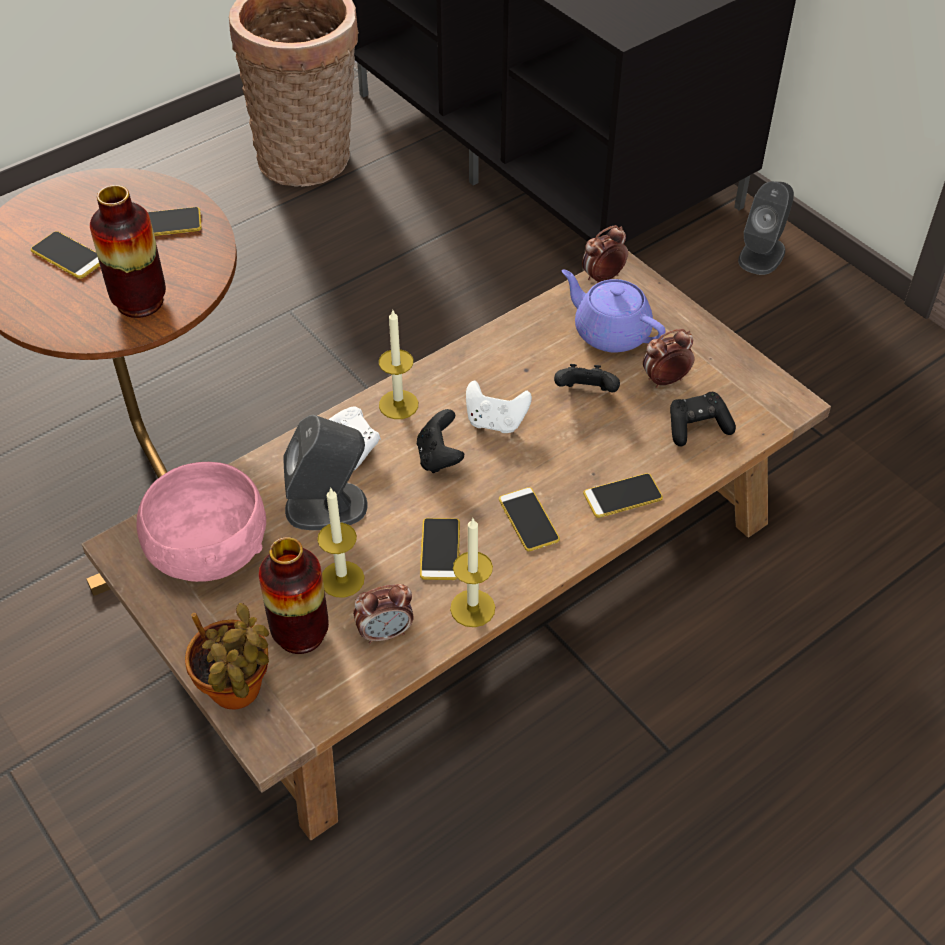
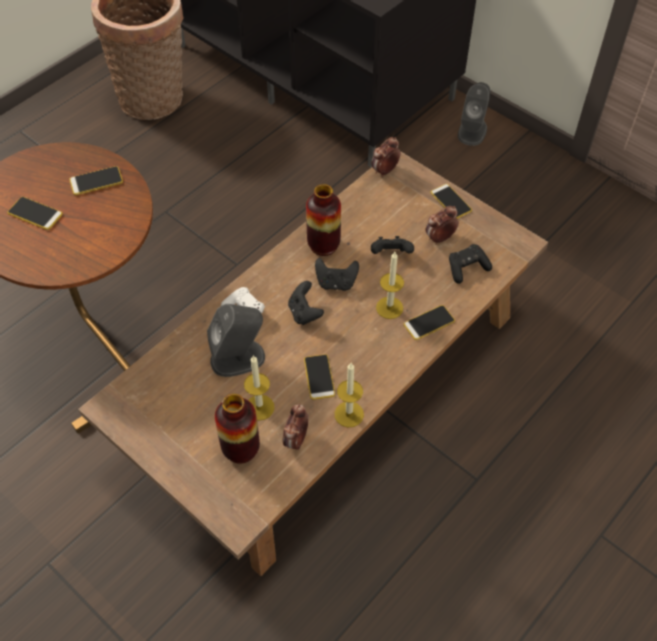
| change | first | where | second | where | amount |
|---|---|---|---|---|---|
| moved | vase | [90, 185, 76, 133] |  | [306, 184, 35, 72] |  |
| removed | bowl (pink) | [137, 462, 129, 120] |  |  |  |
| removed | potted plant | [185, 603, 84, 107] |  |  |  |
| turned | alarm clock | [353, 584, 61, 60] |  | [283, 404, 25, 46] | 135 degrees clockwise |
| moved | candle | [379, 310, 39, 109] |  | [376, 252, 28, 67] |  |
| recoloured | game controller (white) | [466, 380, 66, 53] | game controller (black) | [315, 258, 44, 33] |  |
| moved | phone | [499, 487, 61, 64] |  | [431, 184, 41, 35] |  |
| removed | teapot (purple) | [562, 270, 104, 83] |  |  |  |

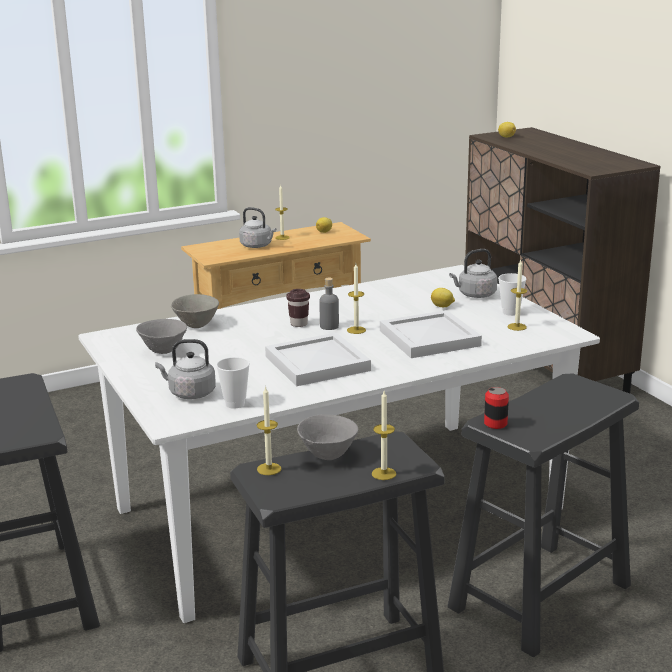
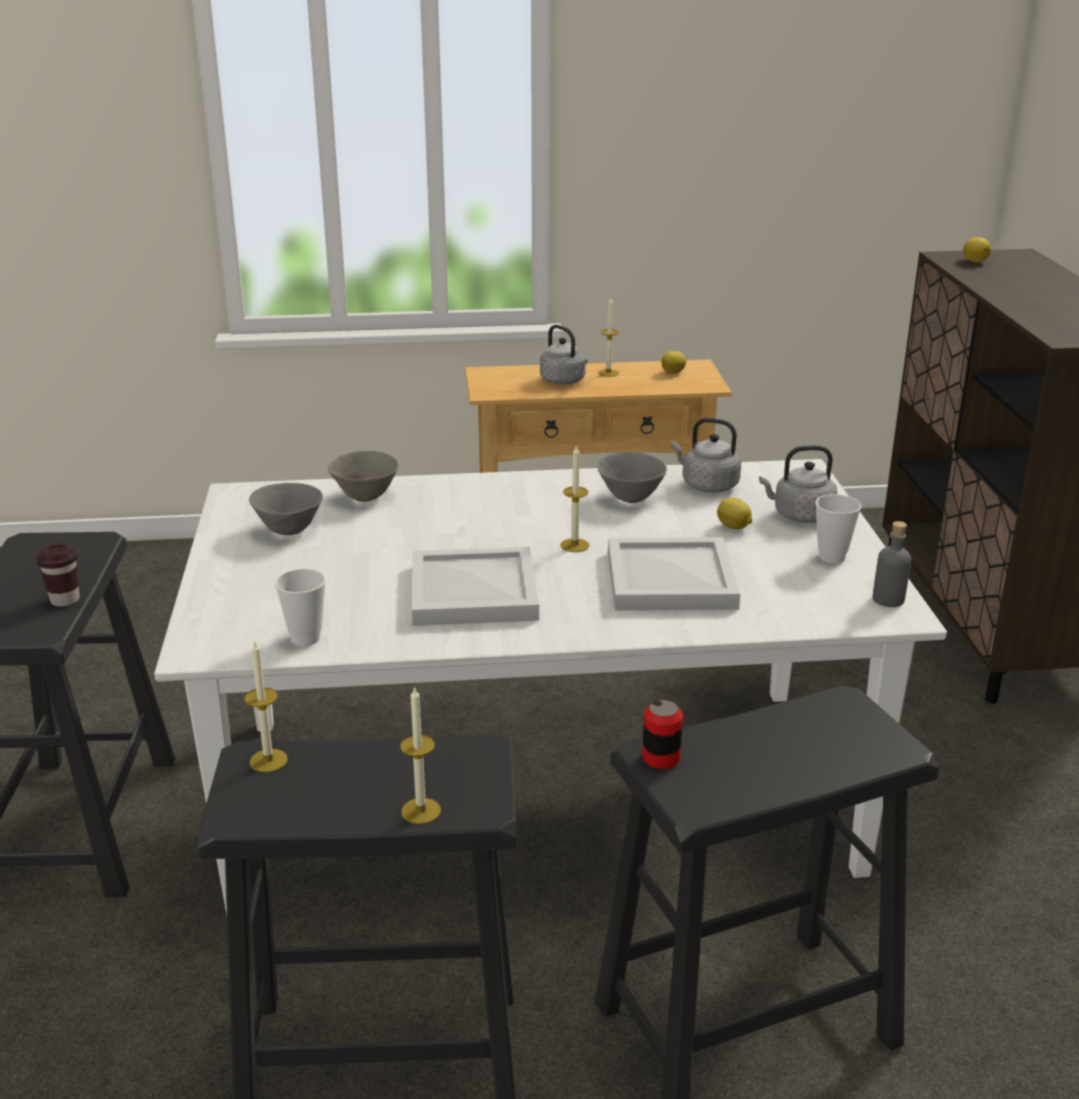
| change | first | where | second | where | amount |
|---|---|---|---|---|---|
| moved | kettle (grey) | [155, 339, 61, 60] |  | [671, 418, 70, 75] |  |
| moved | cup (brown) | [286, 289, 24, 38] |  | [36, 543, 44, 64] |  |
| moved | bowl (grey) | [297, 414, 61, 46] |  | [598, 452, 69, 51] |  |
| moved | bottle (grey) | [320, 278, 19, 52] |  | [873, 521, 38, 86] |  |
| removed | candle | [507, 259, 20, 72] |  |  |  |

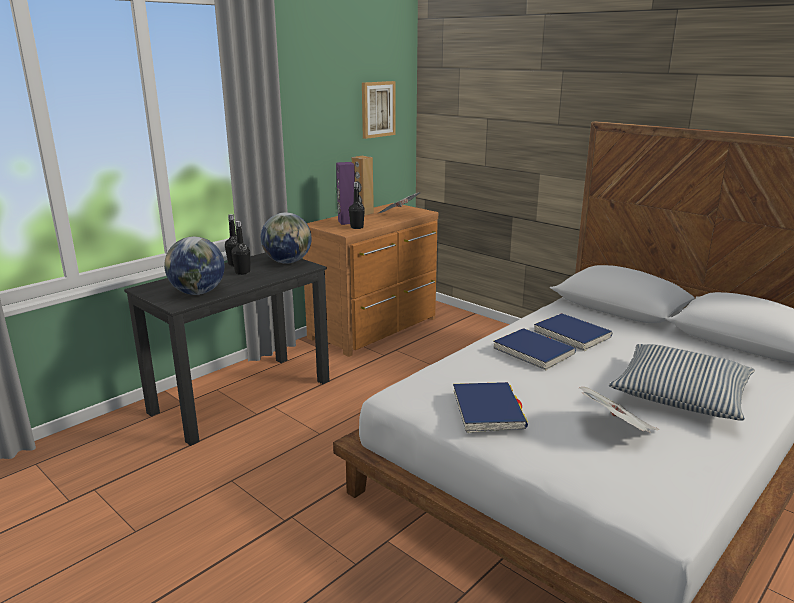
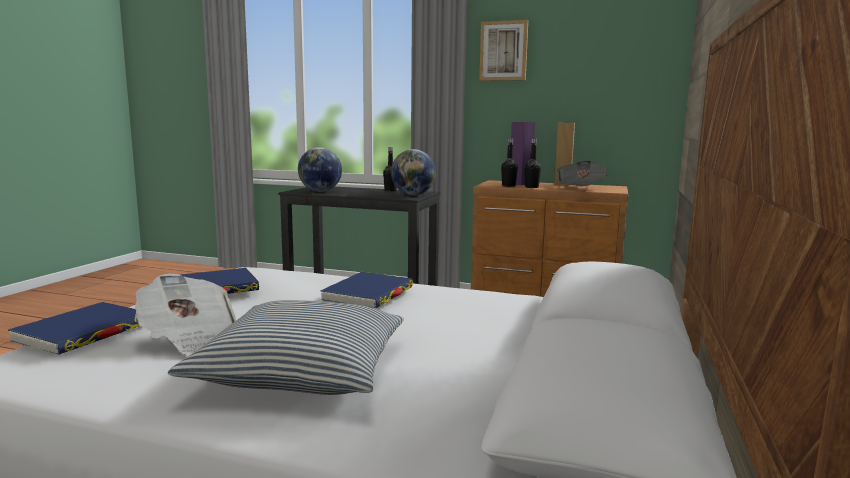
| change | first | where | second | where | amount |
|---|---|---|---|---|---|
| moved | bottle (black) | [231, 221, 19, 54] |  | [524, 139, 17, 49] |  |
| moved | picture | [362, 81, 34, 58] |  | [479, 20, 49, 61] |  |
| moved | book (blue) | [534, 313, 78, 38] |  | [8, 302, 132, 53] |  |

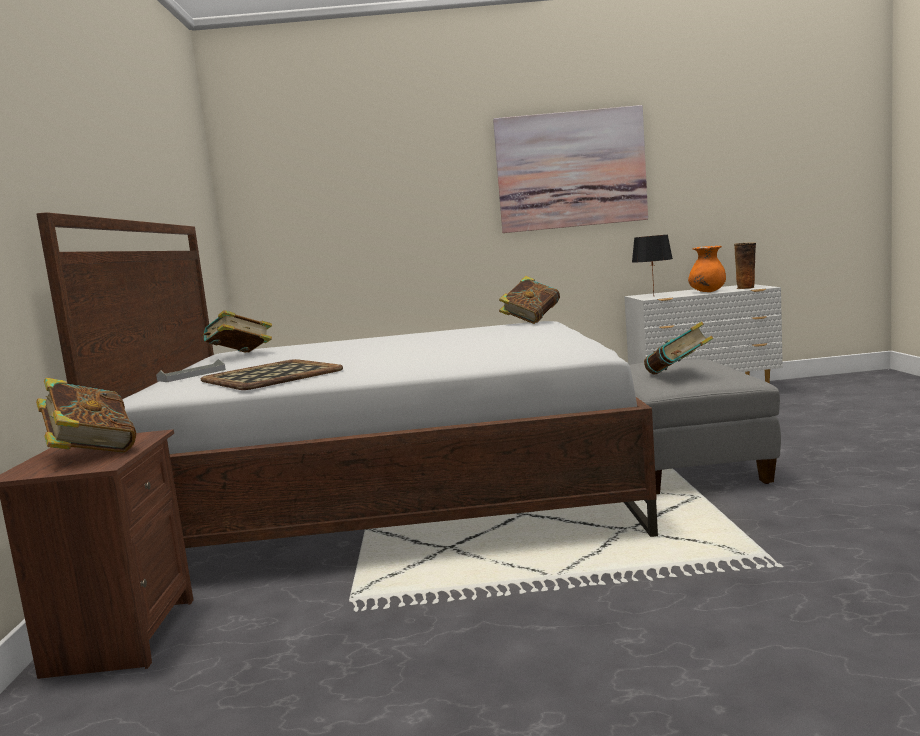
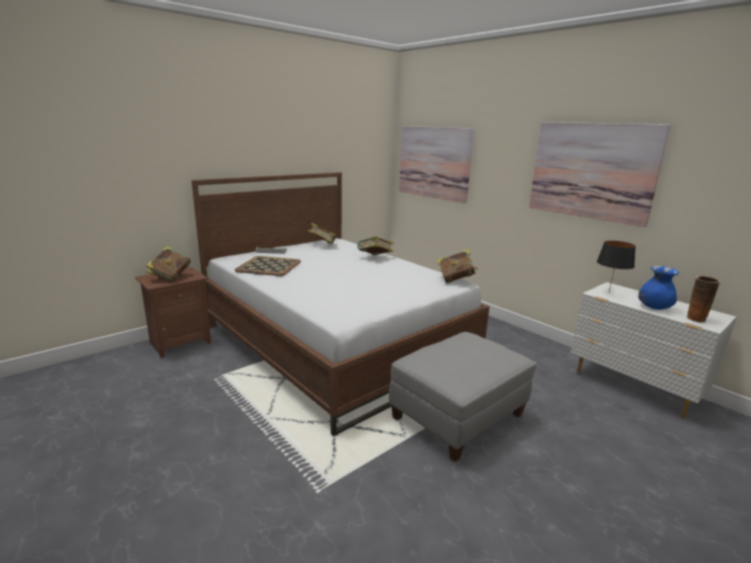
| change | first | where | second | where | amount |
|---|---|---|---|---|---|
| moved | book | [644, 321, 69, 53] |  | [357, 236, 37, 19] |  |
| recoloured | vase (orange) | [688, 246, 38, 46] | vase (blue) | [638, 266, 41, 44] |  |
| added |  |  | picture | [399, 126, 75, 78] |  |

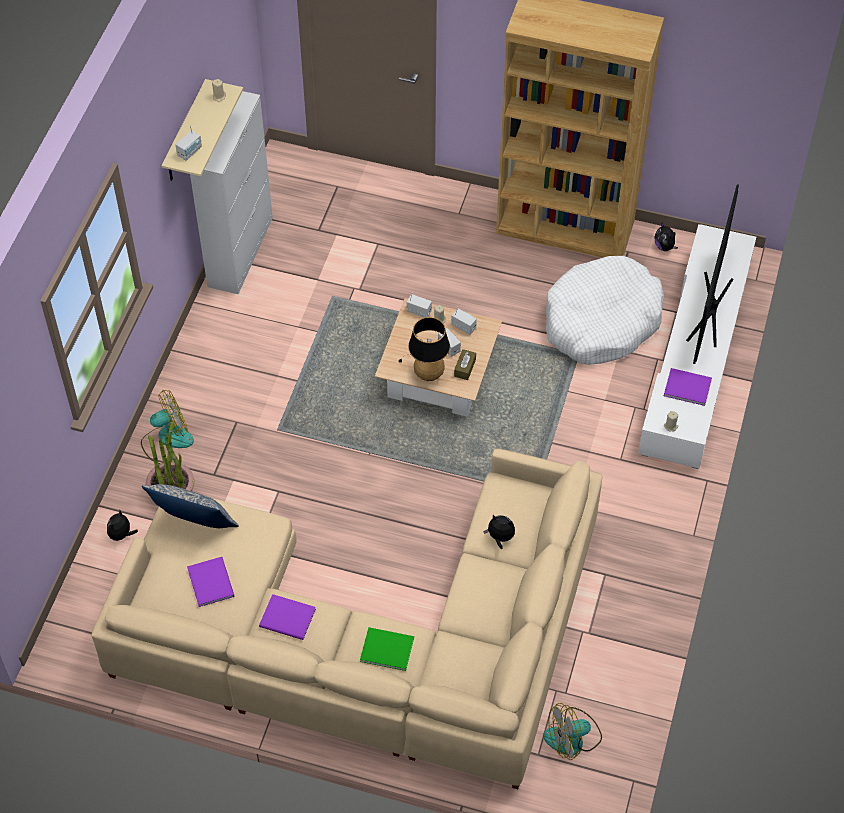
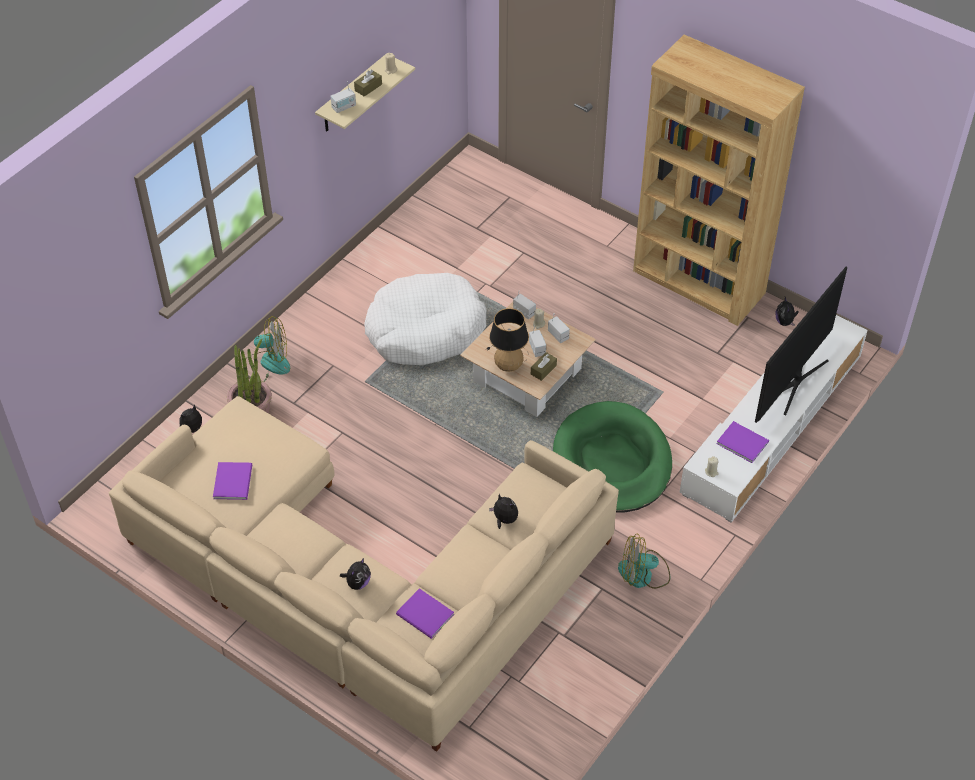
| change | first | where | second | where | amount |
|---|---|---|---|---|---|
| removed | pillow | [142, 484, 97, 44] |  |  |  |
| removed | cabinet (white) | [190, 91, 83, 203] |  |  |  |
| moved | book (purple) | [259, 594, 57, 46] |  | [396, 588, 58, 51] |  |
| replaced | book (green) | [360, 627, 54, 44] | plush toy | [340, 558, 31, 32] |  |
| moved | fan | [543, 703, 59, 57] |  | [618, 534, 52, 55] |  |
| moved | dog bed (white) | [546, 256, 118, 109] |  | [364, 273, 122, 92] |  |
| added |  |  | tissue box (brown) | [354, 70, 28, 27] |  |
| added |  |  | dog bed (green) | [553, 401, 119, 112] |  |

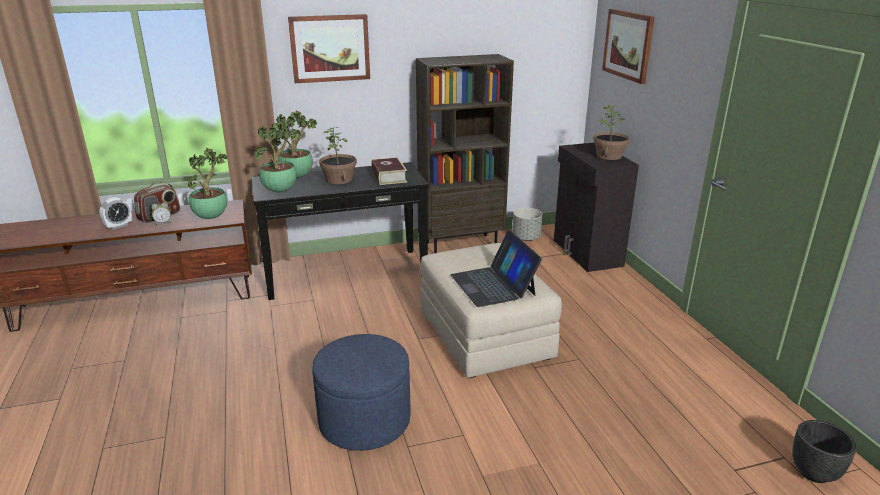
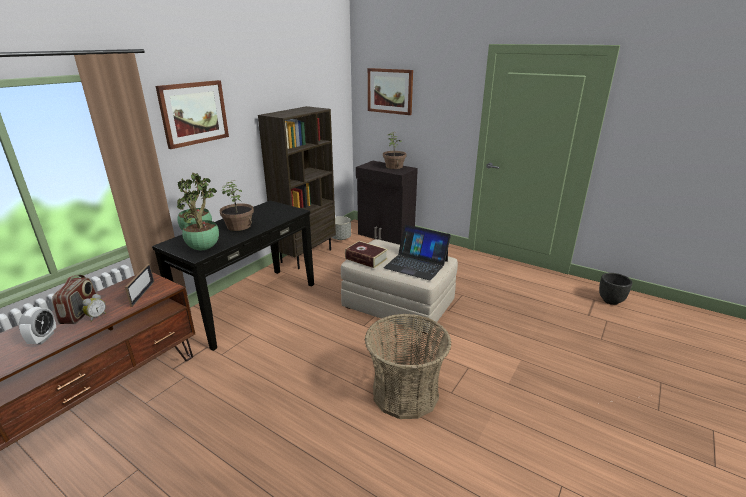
| change | first | where | second | where | amount |
|---|---|---|---|---|---|
| replaced | potted plant | [188, 148, 39, 71] | picture frame | [125, 264, 29, 43] |  |
| replaced | ottoman (blue) | [312, 334, 99, 117] | basket | [364, 314, 88, 105] |  |
| moved | book | [371, 157, 36, 28] |  | [345, 241, 43, 27] |  |

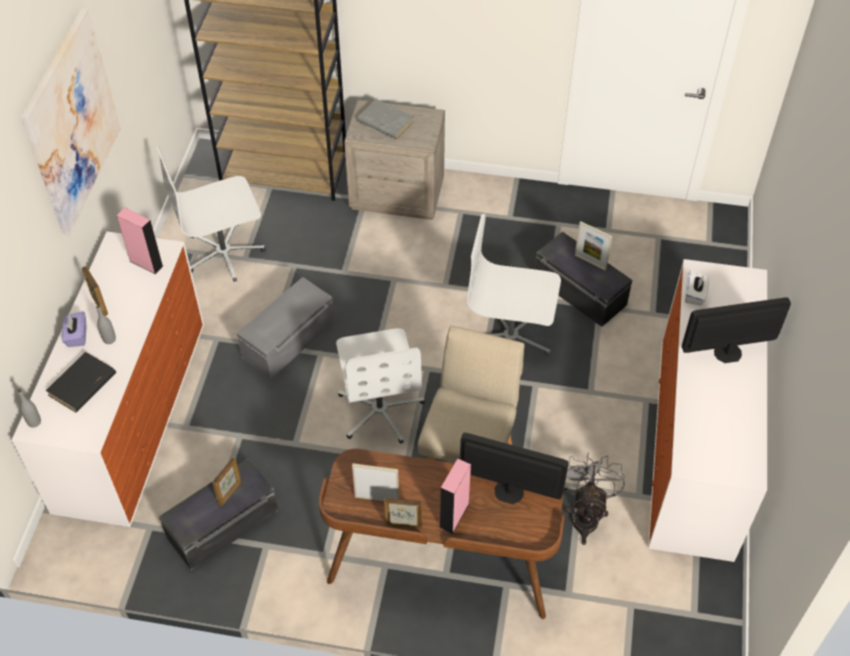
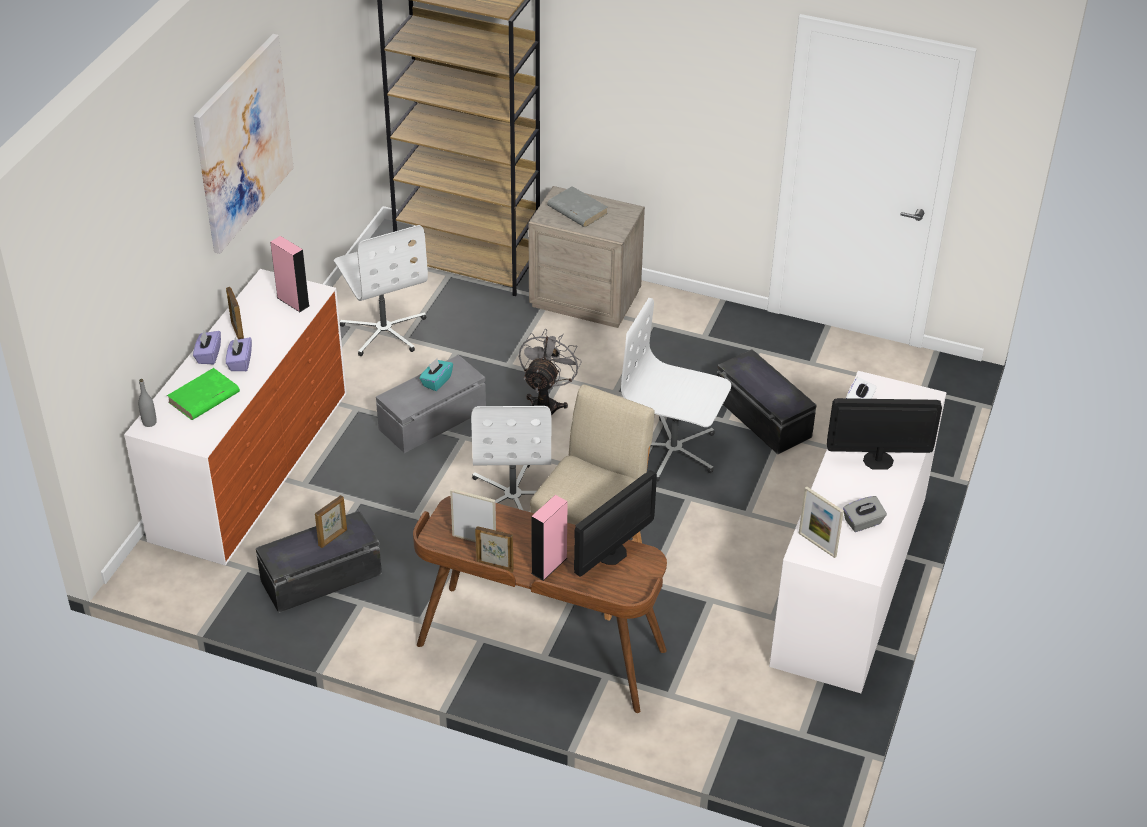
| change | first | where | second | where | amount |
|---|---|---|---|---|---|
| recoloured | book (black) | [46, 352, 70, 61] | book (green) | [167, 368, 73, 52] |  |
| replaced | bottle (grey) | [96, 305, 20, 39] | tissue box (purple) | [226, 337, 26, 34] |  |
| turned | office chair (white) | [157, 146, 108, 136] |  | [334, 225, 94, 131] | 105 degrees counterclockwise |
| turned | monitor | [460, 433, 109, 71] |  | [574, 470, 83, 107] | 105 degrees clockwise |
| moved | fan (grey) | [563, 453, 62, 92] |  | [519, 329, 63, 86] |  |
| moved | picture frame | [575, 221, 37, 49] |  | [798, 486, 46, 72] |  |
| added |  |  | tissue box (turquoise) | [419, 358, 34, 33] |  |
| added |  |  | tissue box (grey) | [843, 496, 44, 36] |  |

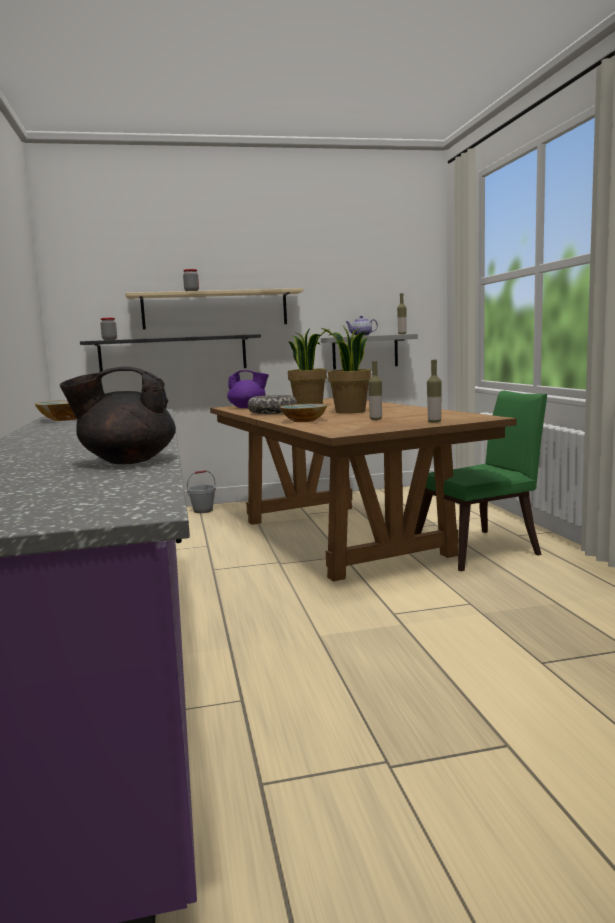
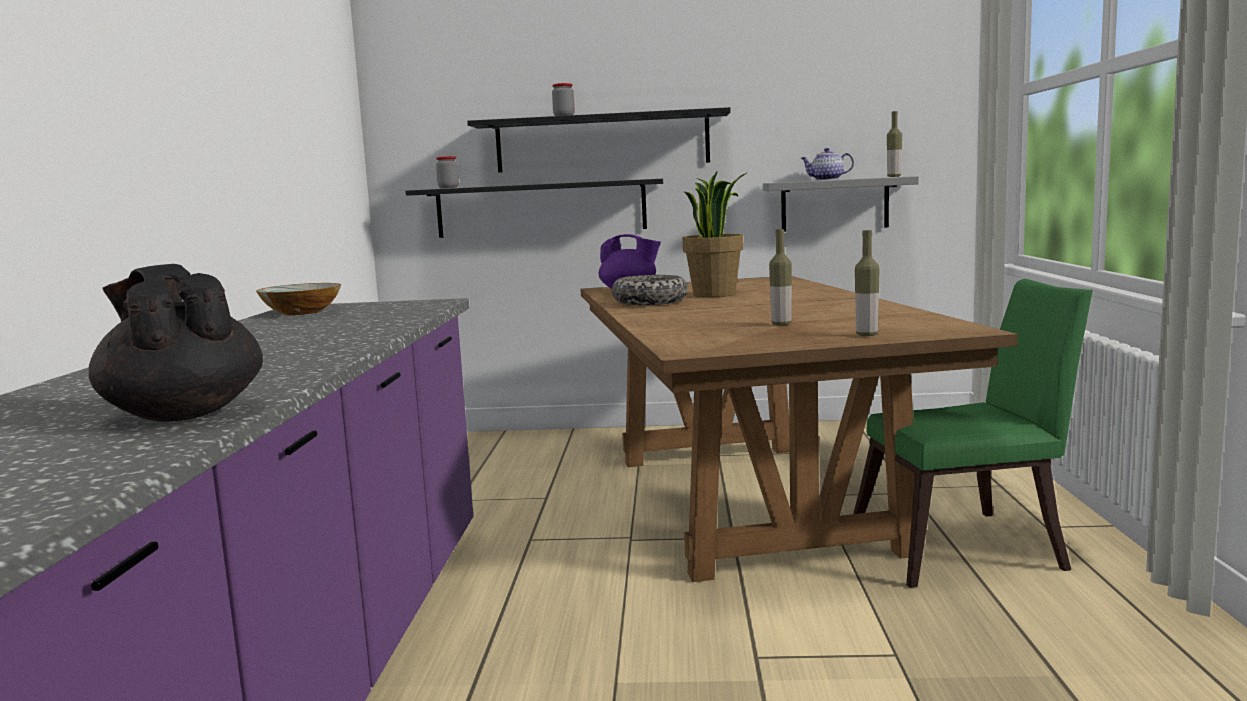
| change | first | where | second | where | amount |
|---|---|---|---|---|---|
| turned | teapot (black) | [60, 367, 116, 97] |  | [89, 264, 174, 158] | 45 degrees clockwise |
| recoloured | shelf (beige) | [125, 288, 178, 42] | shelf (black) | [467, 107, 264, 66] |  |
| removed | bucket (grey) | [187, 470, 29, 43] |  |  |  |
| removed | bowl | [280, 404, 47, 18] |  |  |  |
| removed | potted plant | [321, 326, 50, 88] |  |  |  |

